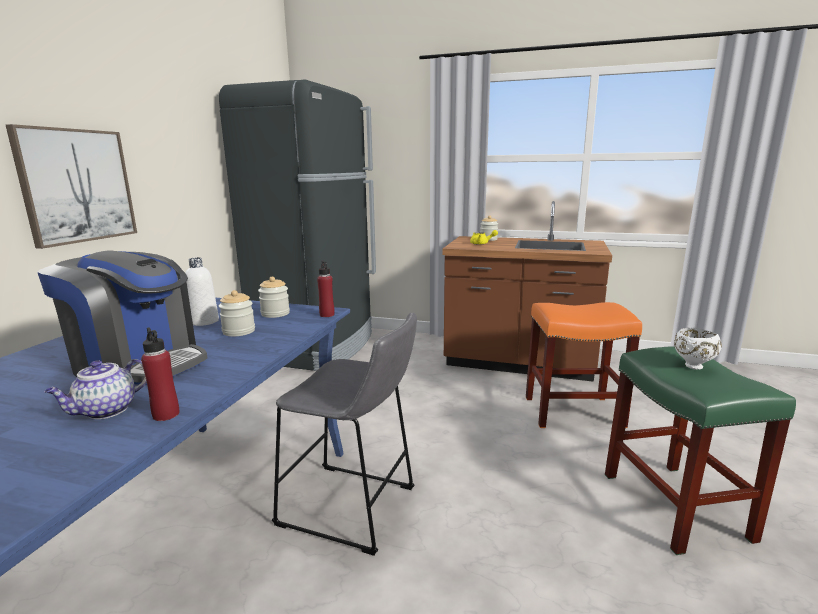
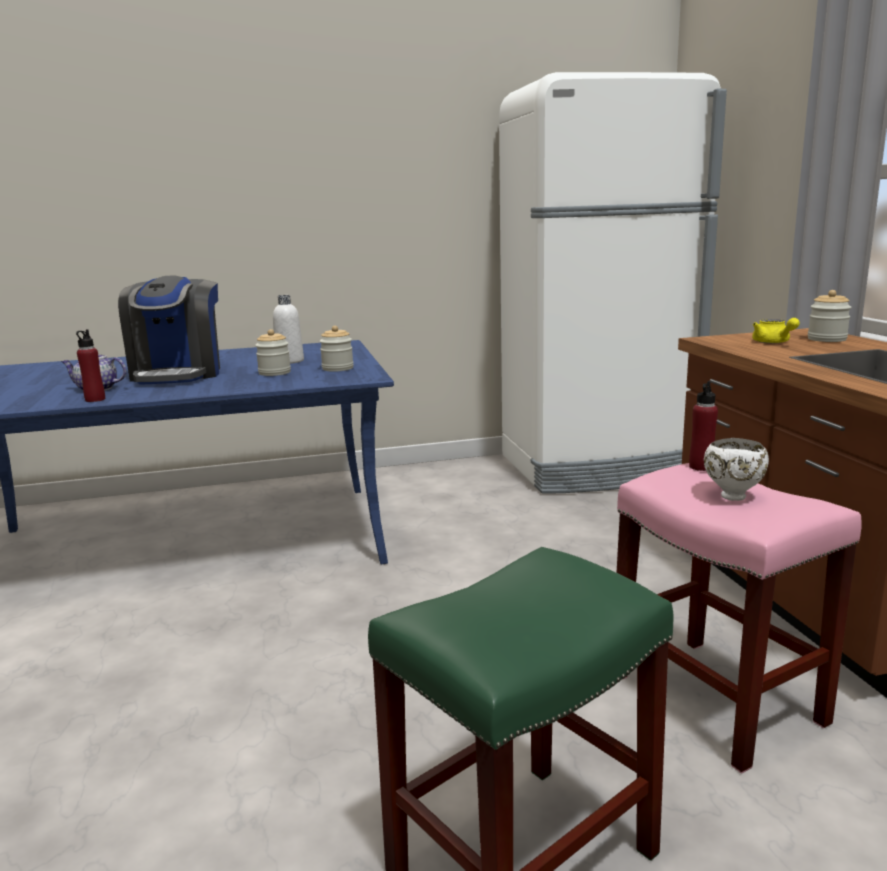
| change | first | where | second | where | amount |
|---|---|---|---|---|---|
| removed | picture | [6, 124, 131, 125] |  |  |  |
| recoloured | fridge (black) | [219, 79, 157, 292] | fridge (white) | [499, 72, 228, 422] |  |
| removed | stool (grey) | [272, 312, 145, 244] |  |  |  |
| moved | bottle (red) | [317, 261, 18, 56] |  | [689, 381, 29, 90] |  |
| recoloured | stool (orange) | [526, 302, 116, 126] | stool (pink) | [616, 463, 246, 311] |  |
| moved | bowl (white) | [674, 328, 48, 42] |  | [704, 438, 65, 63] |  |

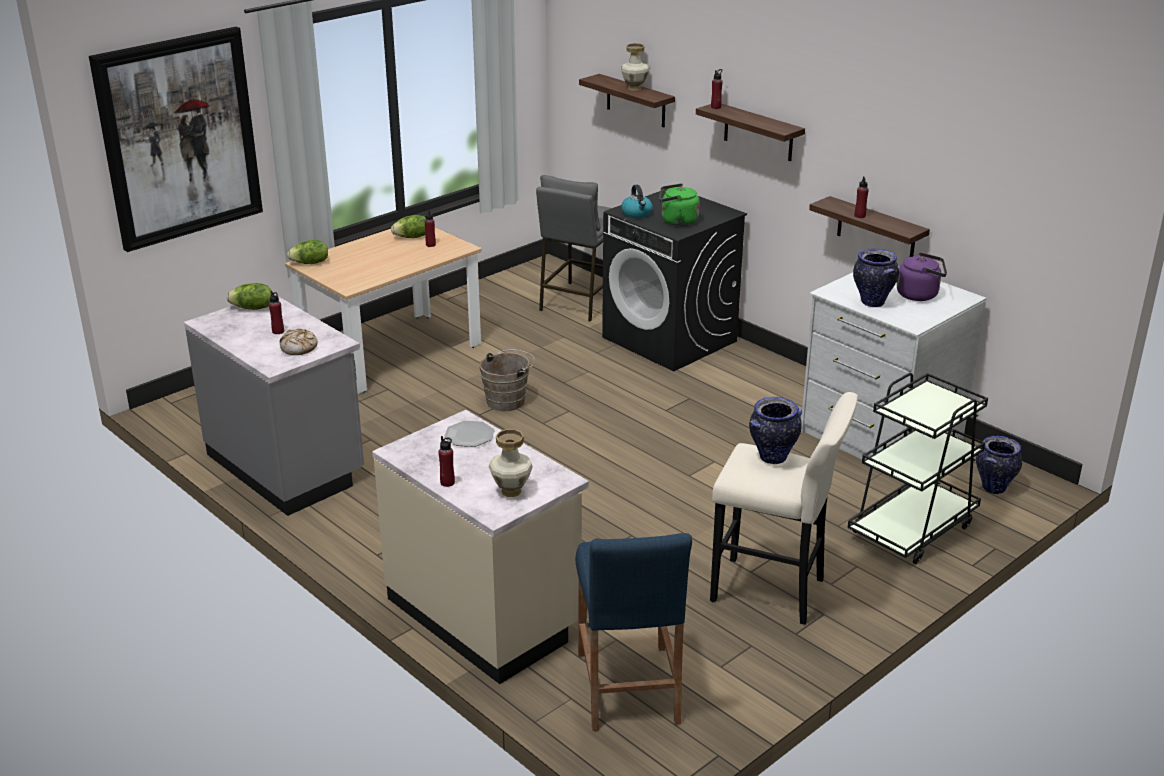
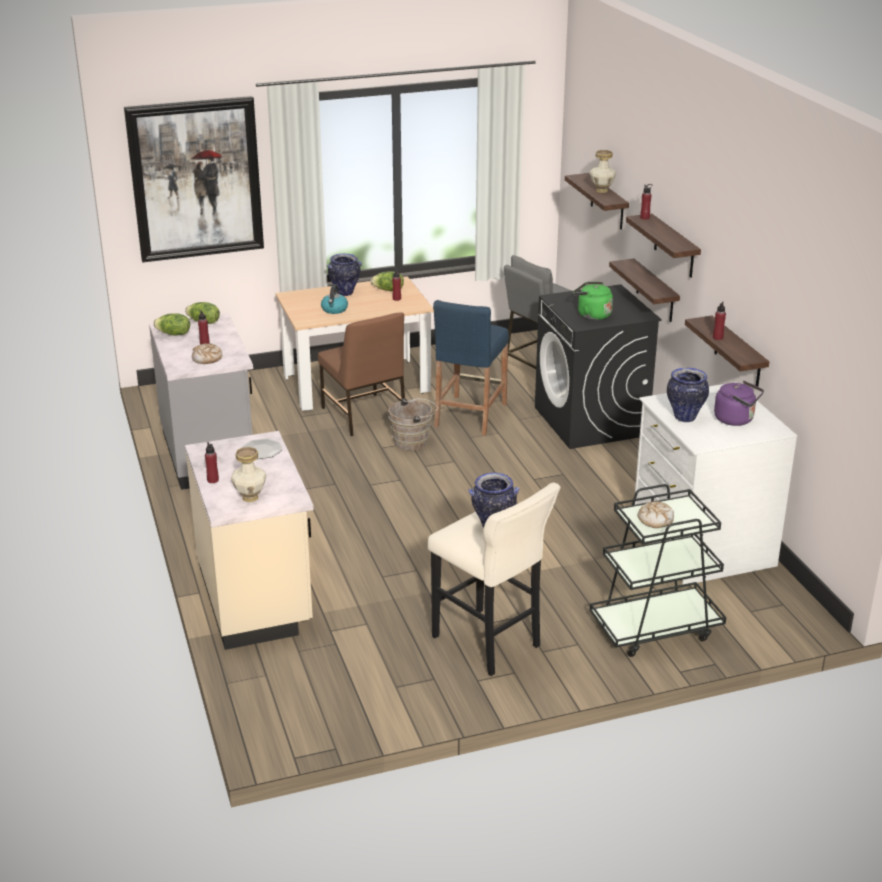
| change | first | where | second | where | amount |
|---|---|---|---|---|---|
| moved | lettuce | [287, 240, 41, 24] |  | [153, 313, 37, 22] |  |
| moved | stool (blue) | [576, 533, 116, 198] |  | [433, 300, 76, 135] |  |
| moved | kettle | [621, 185, 32, 33] |  | [321, 285, 27, 29] |  |
| moved | vase | [976, 436, 46, 58] |  | [327, 254, 35, 42] |  |
| added |  |  | chair (brown) | [318, 312, 87, 124] |  |
| added |  |  | shelf | [609, 259, 71, 63] |  |
| added |  |  | bread | [637, 501, 37, 27] |  |

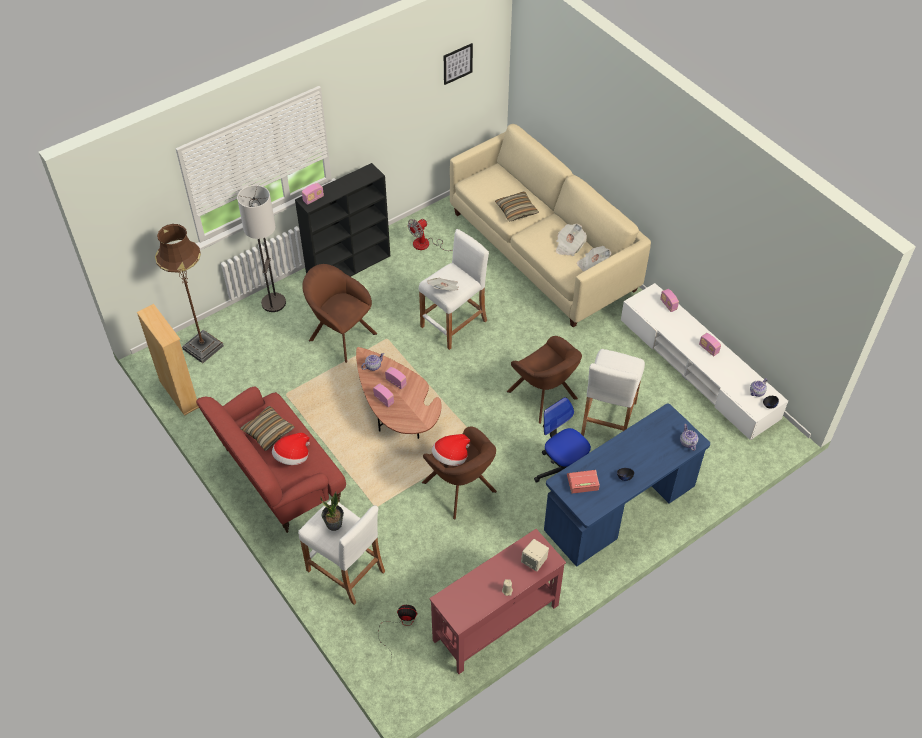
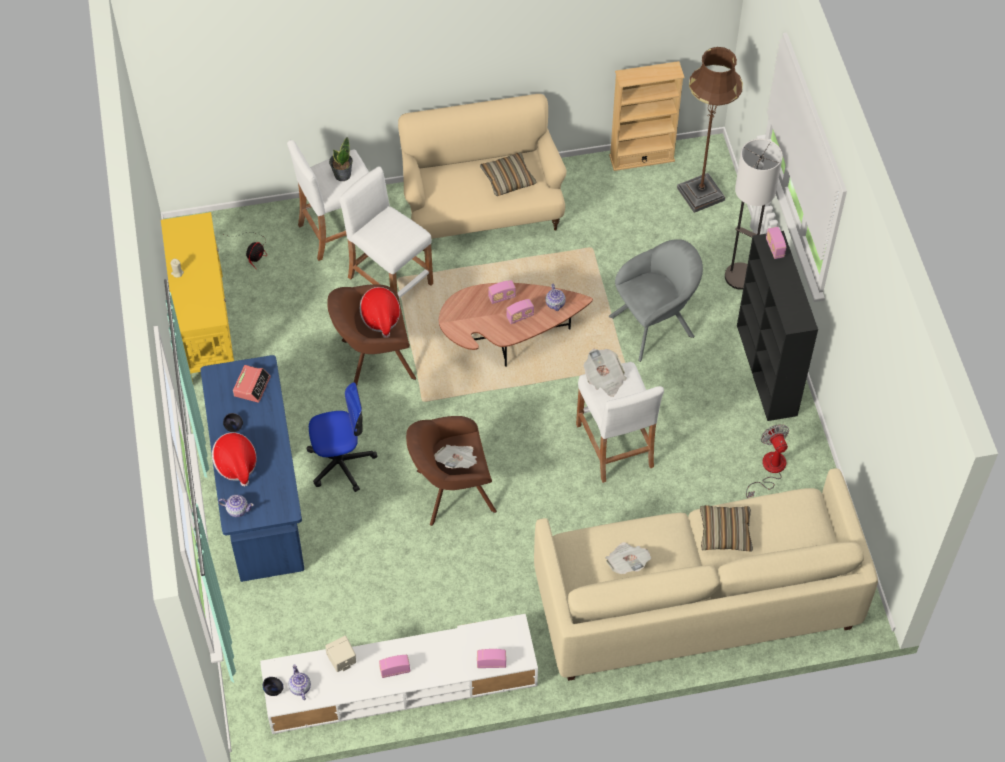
| change | first | where | second | where | amount |
|---|---|---|---|---|---|
| recoloured | sofa (red) | [196, 386, 150, 147] | sofa (beige) | [398, 94, 169, 157] |  |
| moved | hat | [272, 433, 38, 32] |  | [212, 432, 45, 55] |  |
| recoloured | armchair (brown) | [302, 264, 75, 99] | armchair (grey) | [609, 239, 94, 123] |  |
| recoloured | console table (red) | [429, 529, 137, 145] | console table (yellow) | [161, 212, 73, 170] |  |
| removed | picture | [444, 43, 29, 42] |  |  |  |
| moved | speaker (beige) | [521, 539, 28, 33] |  | [325, 636, 31, 36] |  |
| moved | newspaper | [577, 246, 34, 25] |  | [434, 445, 43, 23] |  |
| moved | stool (white) | [581, 349, 64, 87] |  | [339, 167, 94, 131] |  |

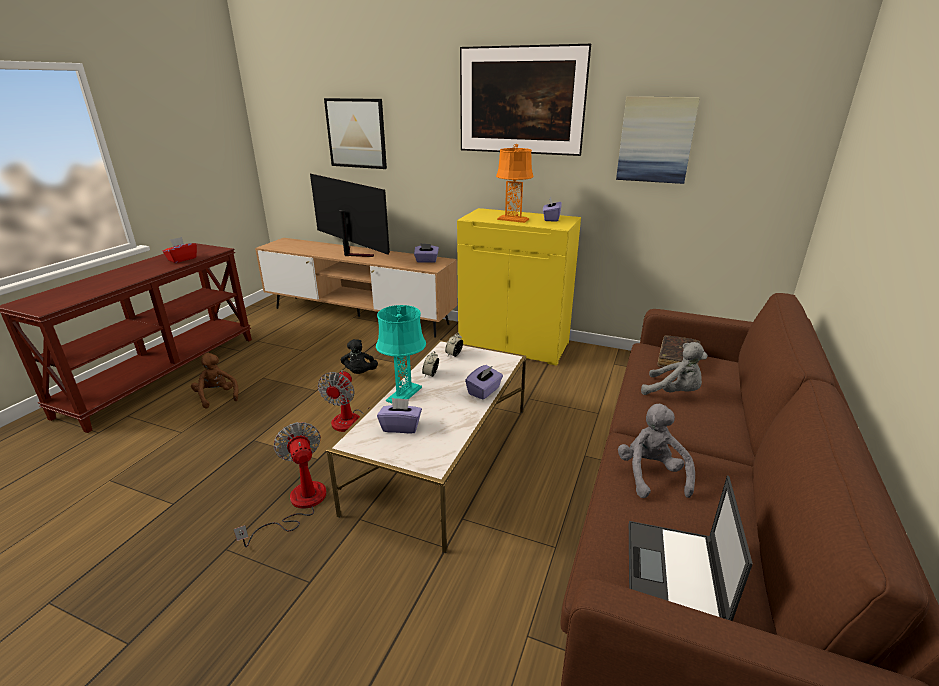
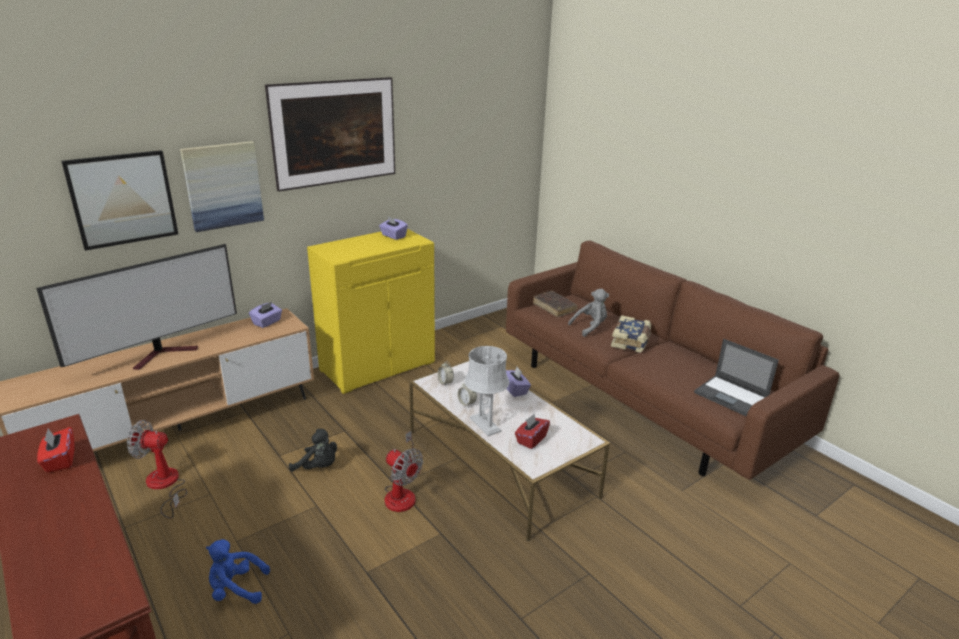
| change | first | where | second | where | amount |
|---|---|---|---|---|---|
| recoloured | plush toy (brown) | [191, 353, 48, 56] | plush toy (blue) | [206, 539, 64, 65] |  |
| moved | fan | [234, 422, 93, 125] |  | [127, 420, 60, 99] |  |
| turned | television | [310, 174, 80, 83] |  | [36, 244, 201, 126] | 150 degrees clockwise |
| recoloured | table lamp (turquoise) | [376, 305, 50, 98] | table lamp (grey) | [464, 346, 45, 90] |  |
| recoloured | tissue box (purple) | [377, 398, 45, 35] | tissue box (red) | [515, 413, 35, 36] |  |
| removed | table lamp (orange) | [496, 144, 37, 79] |  |  |  |
| moved | picture | [616, 97, 84, 87] |  | [180, 141, 84, 91] |  |
| removed | plush toy (grey) | [618, 404, 77, 94] |  |  |  |
| added |  |  | book | [611, 315, 40, 38] |  |

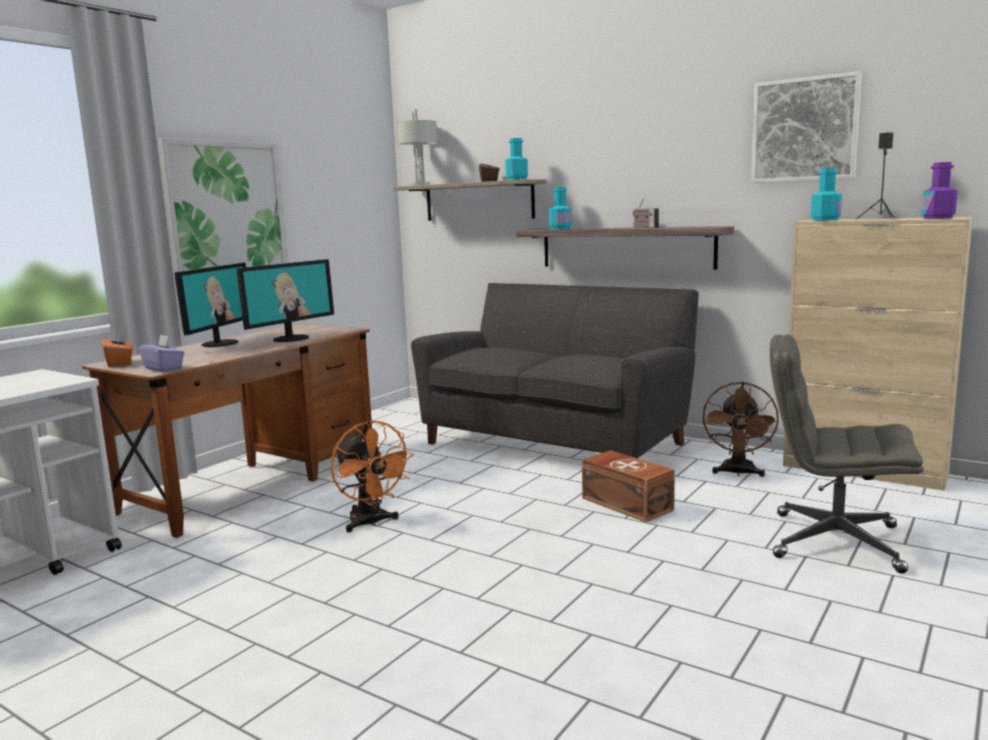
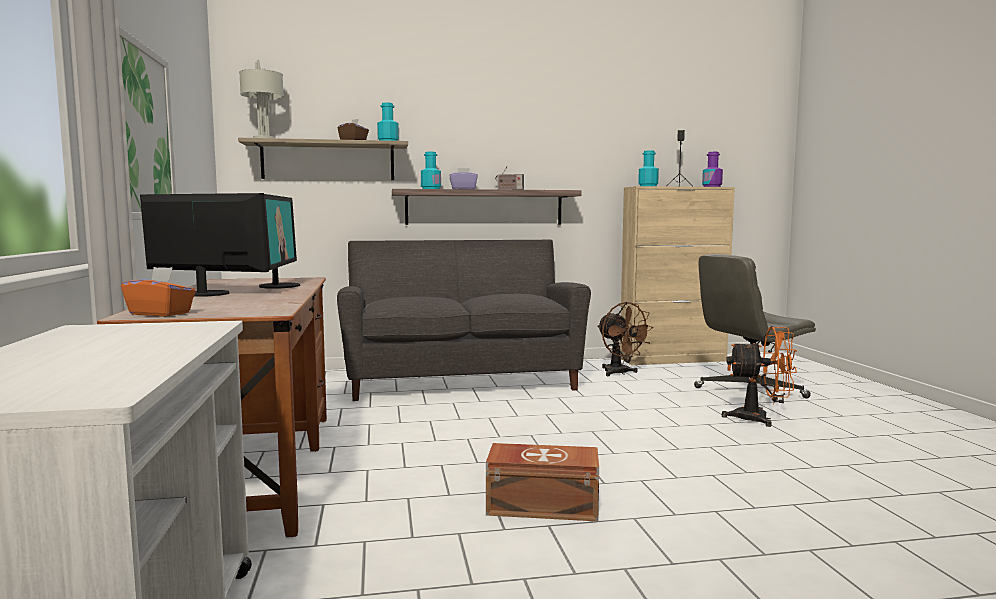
| change | first | where | second | where | amount |
|---|---|---|---|---|---|
| moved | tissue box (purple) | [139, 334, 45, 38] |  | [450, 168, 28, 21] |  |
| turned | monitor | [175, 262, 71, 85] |  | [140, 193, 129, 104] | 45 degrees counterclockwise |
| moved | fan (orange) | [331, 420, 83, 112] |  | [722, 326, 75, 101] |  |
| moved | storage box (brown) | [582, 450, 93, 72] |  | [486, 443, 113, 78] |  |
| removed | picture | [751, 71, 111, 112] |  |  |  |

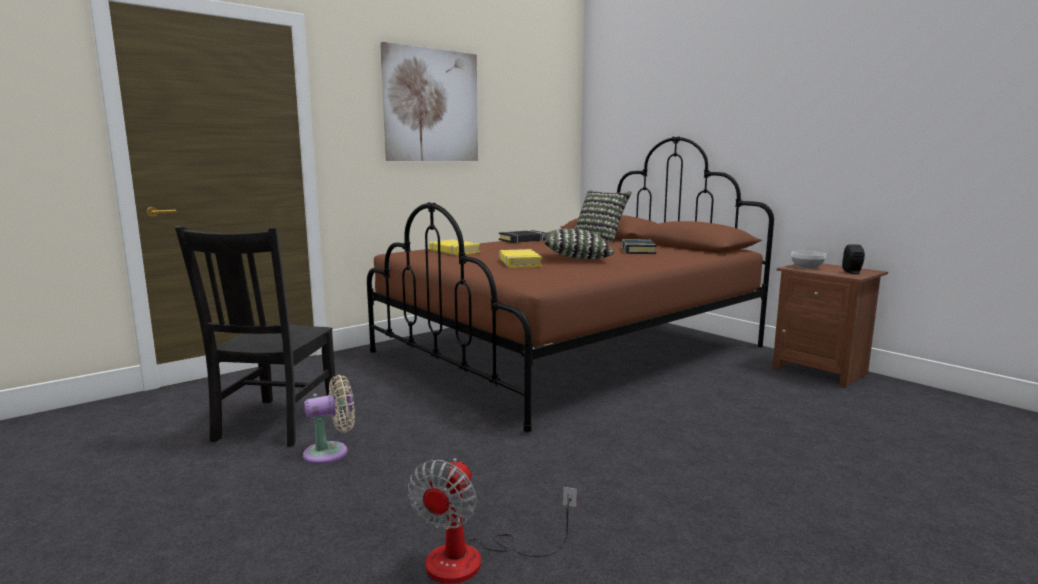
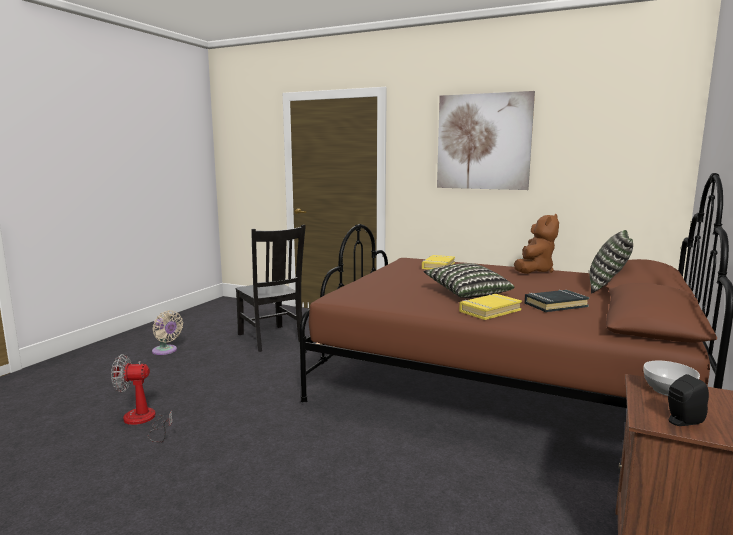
| change | first | where | second | where | amount |
|---|---|---|---|---|---|
| turned | chair (black) | [175, 226, 161, 221] |  | [235, 225, 71, 127] | 105 degrees counterclockwise |
| moved | fan (beige) | [303, 375, 52, 89] |  | [152, 310, 31, 45] |  |
| replaced | book (black) | [499, 230, 46, 13] | plush toy (brown) | [514, 214, 45, 60] |  |
| moved | book (yellow) | [500, 249, 42, 19] |  | [459, 294, 63, 26] |  |

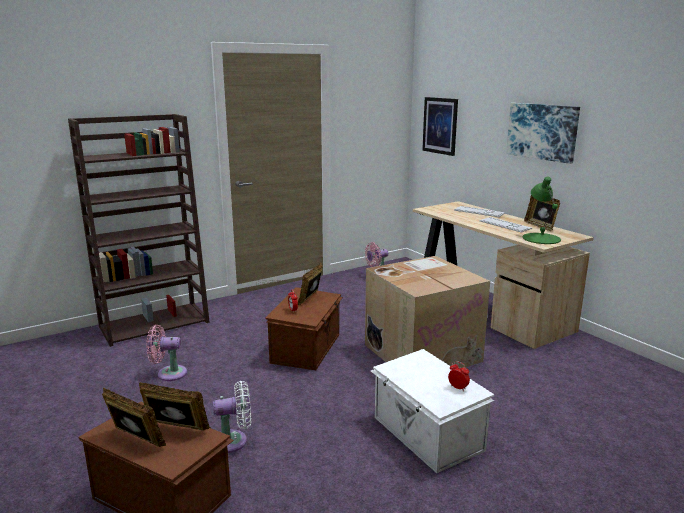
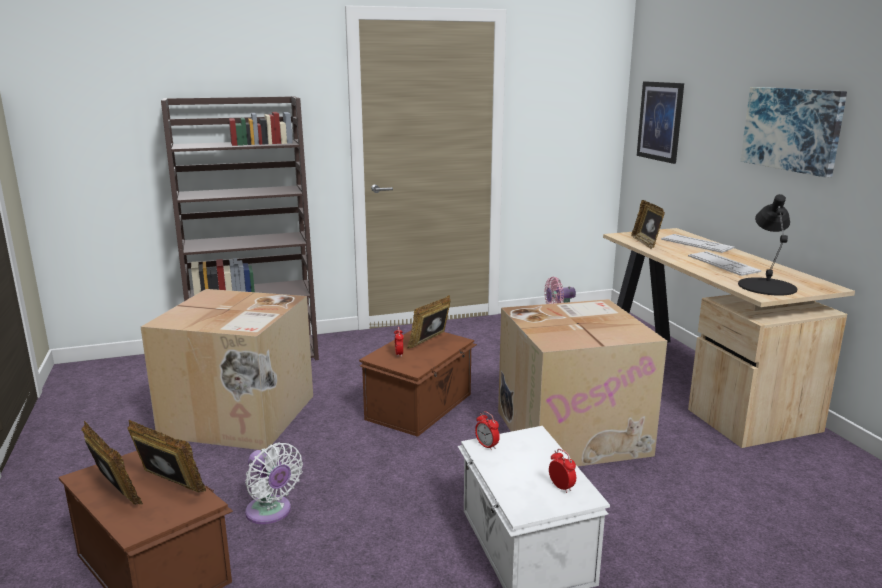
| change | first | where | second | where | amount |
|---|---|---|---|---|---|
| replaced | fan (pink) | [146, 325, 41, 56] | cardboard box | [141, 289, 172, 161] |  |
| turned | fan (white) | [213, 381, 38, 72] |  | [245, 443, 58, 81] | 45 degrees clockwise |
| recoloured | table lamp (green) | [523, 177, 38, 67] | table lamp (black) | [738, 194, 59, 102] |  |
| moved | picture frame | [524, 195, 36, 36] |  | [631, 200, 34, 49] |  |
| added |  |  | alarm clock | [475, 411, 25, 39] |  |

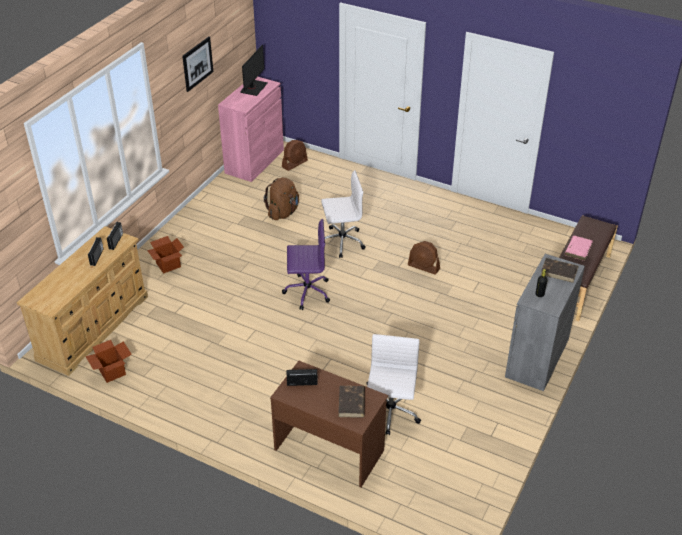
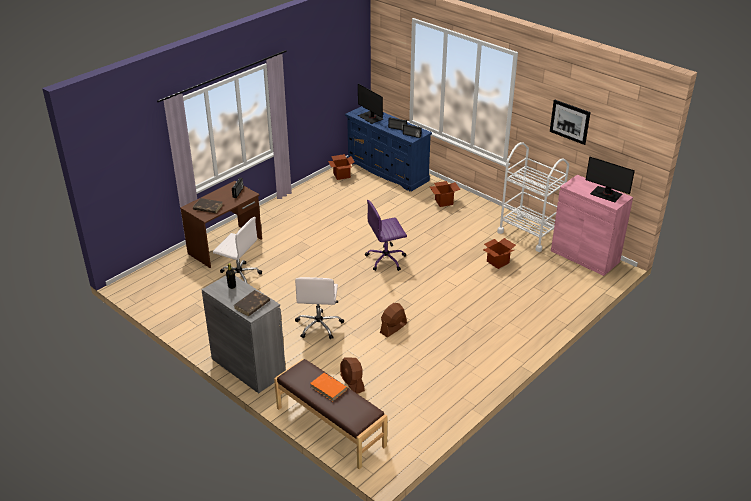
| change | first | where | second | where | amount |
|---|---|---|---|---|---|
| recoloured | dresser (beige) | [17, 226, 131, 150] | dresser (blue) | [345, 106, 87, 86] |  |
| replaced | backpack (brown) | [264, 178, 35, 42] | cardboard box | [483, 238, 33, 31] |  |
| moved | fan (brown) | [282, 140, 26, 31] |  | [340, 357, 25, 37] |  |
| turned | office chair (purple) | [282, 219, 48, 91] |  | [365, 200, 42, 71] | 60 degrees clockwise |
| moved | office chair (white) | [321, 170, 45, 88] |  | [295, 277, 49, 62] |  |
| recoloured | book (pink) | [565, 236, 28, 25] | book (orange) | [310, 373, 38, 28] |  |
| added |  |  | monitor | [358, 84, 25, 40] |  |
| added |  |  | cart (white) | [497, 142, 72, 110] |  |

